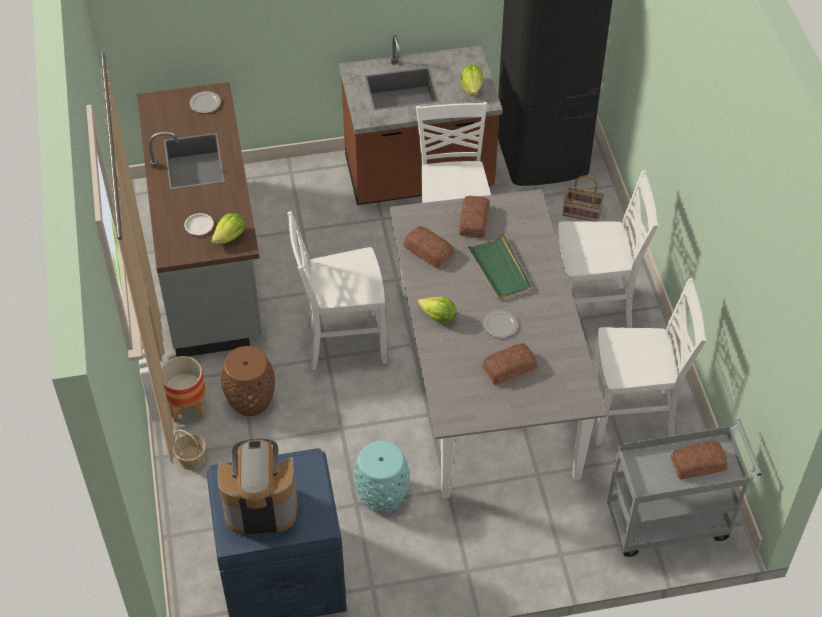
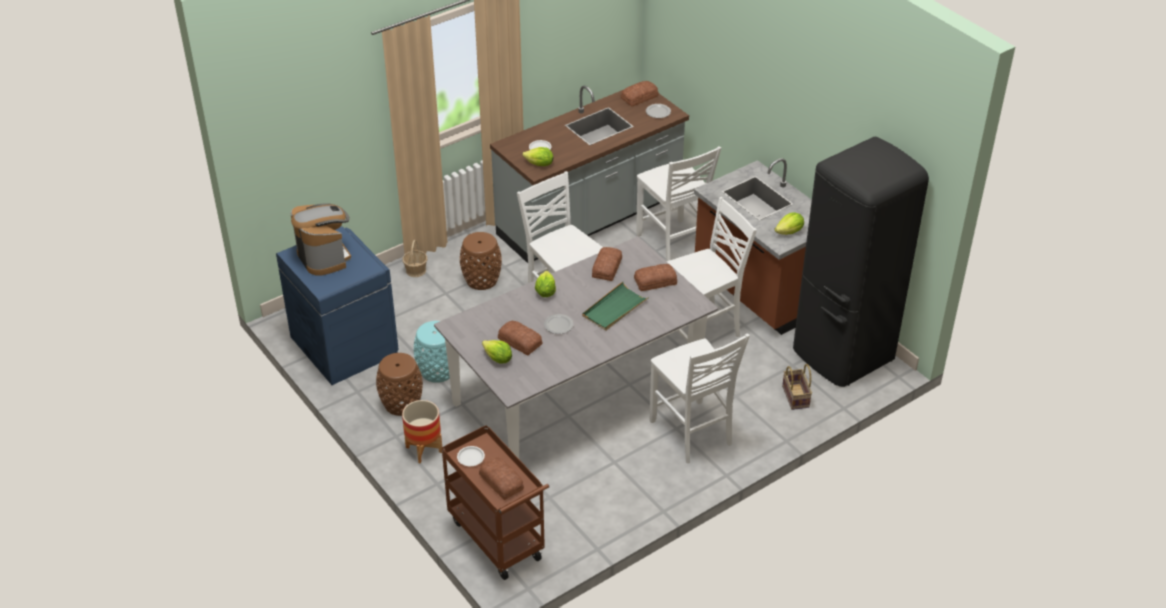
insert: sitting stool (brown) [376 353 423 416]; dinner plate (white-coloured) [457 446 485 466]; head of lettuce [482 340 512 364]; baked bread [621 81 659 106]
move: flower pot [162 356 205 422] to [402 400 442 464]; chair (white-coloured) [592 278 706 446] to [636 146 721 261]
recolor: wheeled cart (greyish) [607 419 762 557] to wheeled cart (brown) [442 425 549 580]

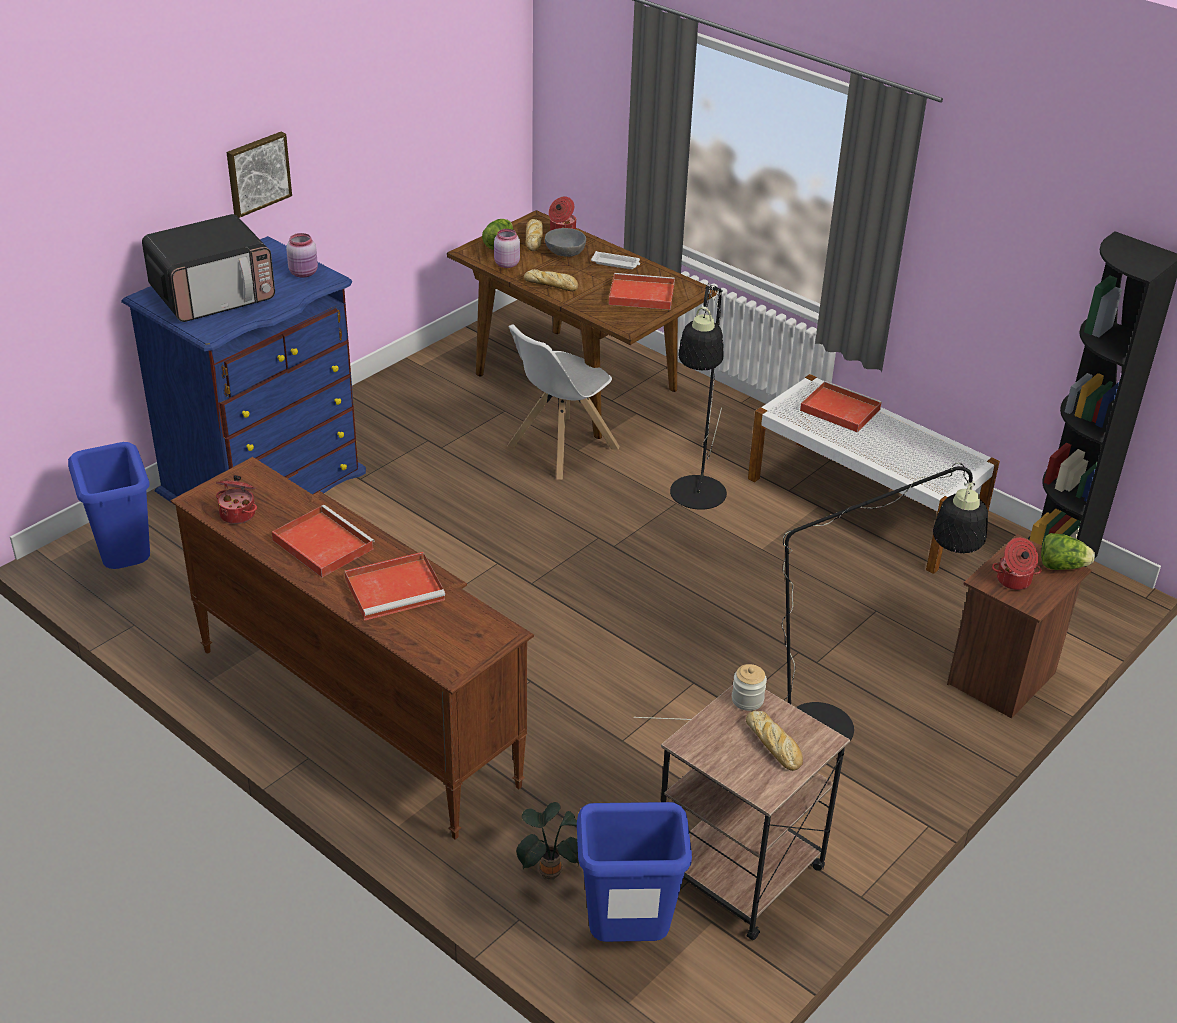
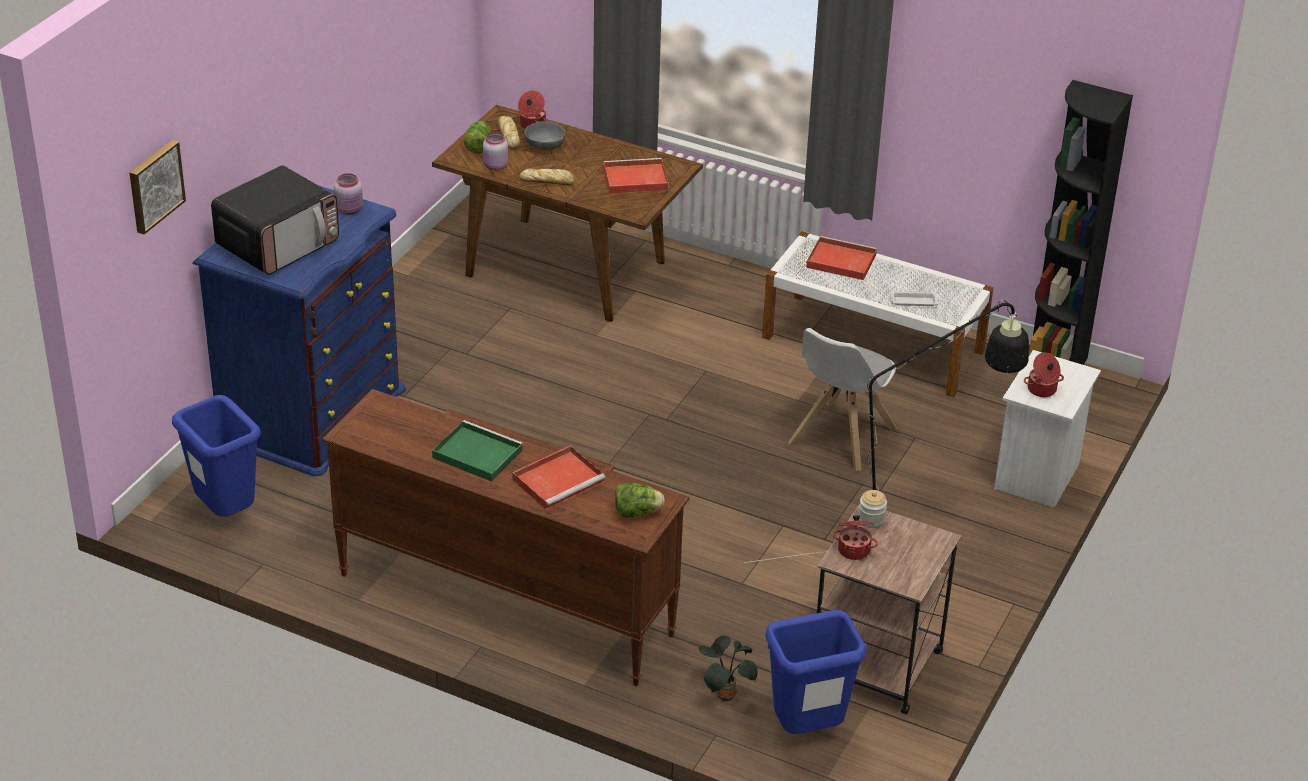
delete: standard lamp (blackish) [670 283 727 510]; baked bread [746 711 803 771]
move: saucepot [216 475 257 524] to [833 515 878 560]; wall art [227 132 292 218] to [130 140 186 234]; chair [507 324 619 479] to [788 328 897 472]; carrying tray (white-coloured) [591 251 640 269] to [890 291 940 306]; head of lettuce [1041 533 1095 570] to [615 483 665 518]
recolor: carrying tray (red) [272 505 375 578] to carrying tray (green-coloured) [432 420 524 482]; nightstand (brown) [947 534 1091 718] to nightstand (white-coloured) [994 350 1101 508]

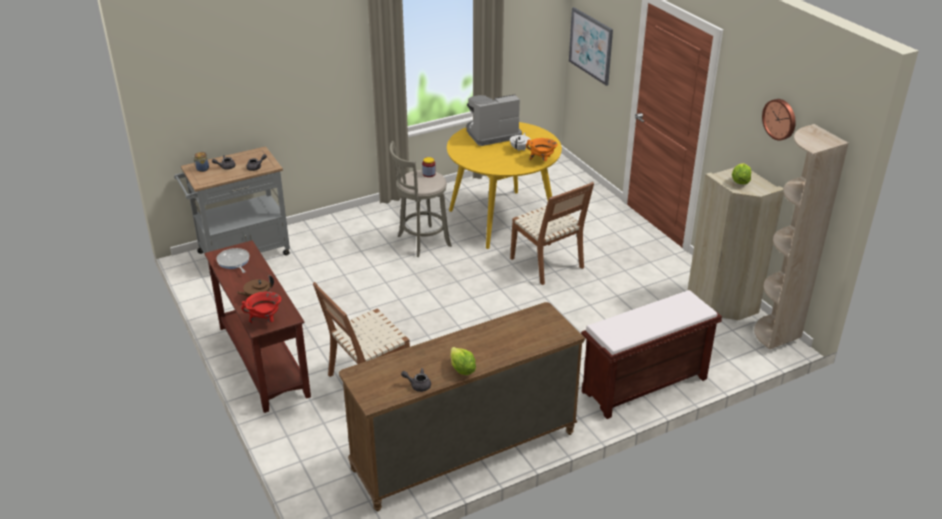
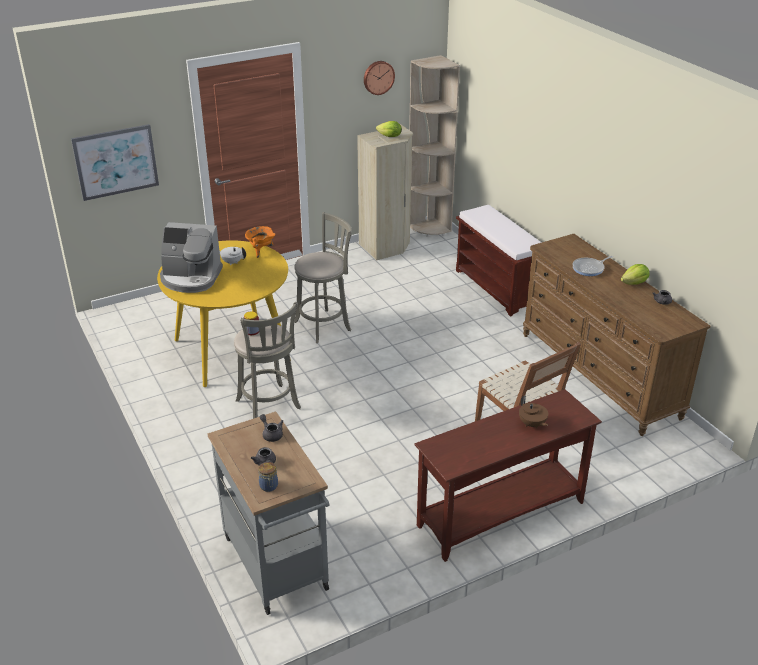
delete: saucepot (red) [241 291 281 324]
move: skillet [216 248 250 273] to [572 256 613 276]
replace: chair [510 182 594 285] to sitting stool (greyish) [294 212 352 343]
rotate: coffee machine [466 94 522 146] = [160 222 223 293] 60 degrees counterclockwise

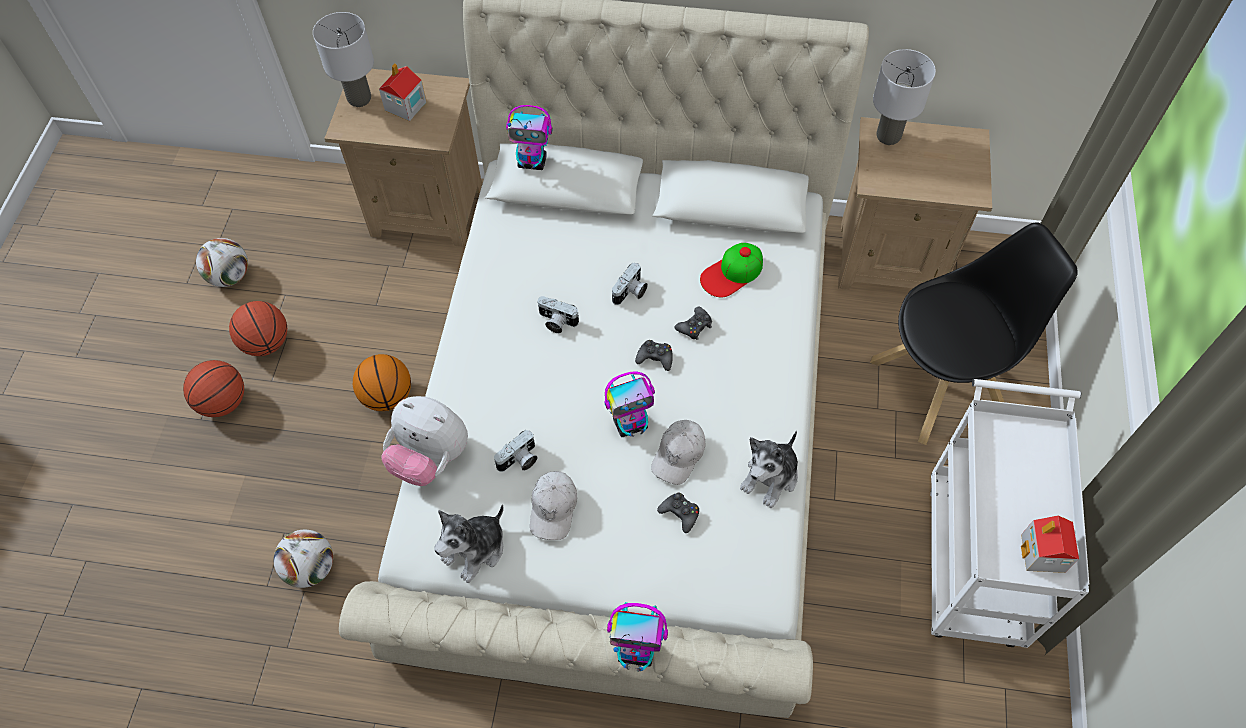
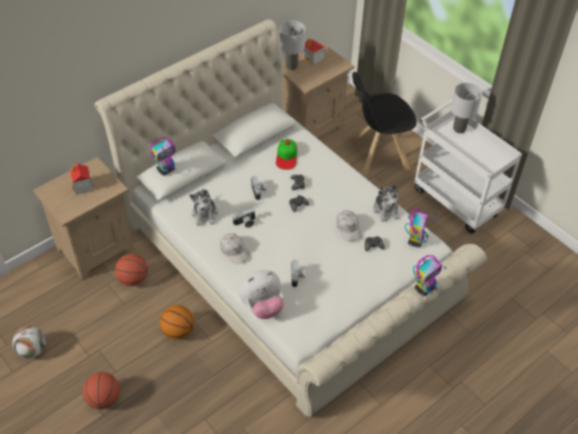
delete: football ball [274 530 333 588]
move: basketball ball [229 301 287 356] to [115 254 148 286]; tabletop lamp (white-coloured) [313 12 374 107] to [451 83 482 133]; cuddly toy [434 505 504 583] to [190 188 218 226]; cap (white-coloured) [530 471 577 540] to [220 233 250 264]; robot figure [604 371 655 437] to [405 209 438 248]; miniature house [1021 515 1079 573] to [302 38 325 66]
rotate: chair (blackish) [870 222 1078 445] = [351 72 416 176] 120 degrees counterclockwise

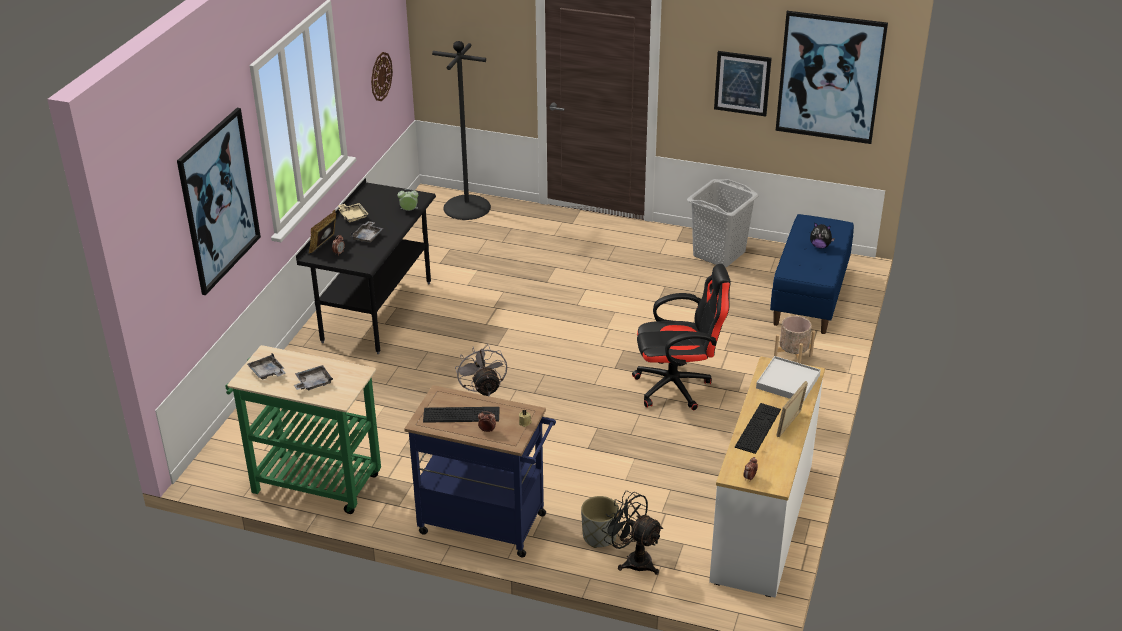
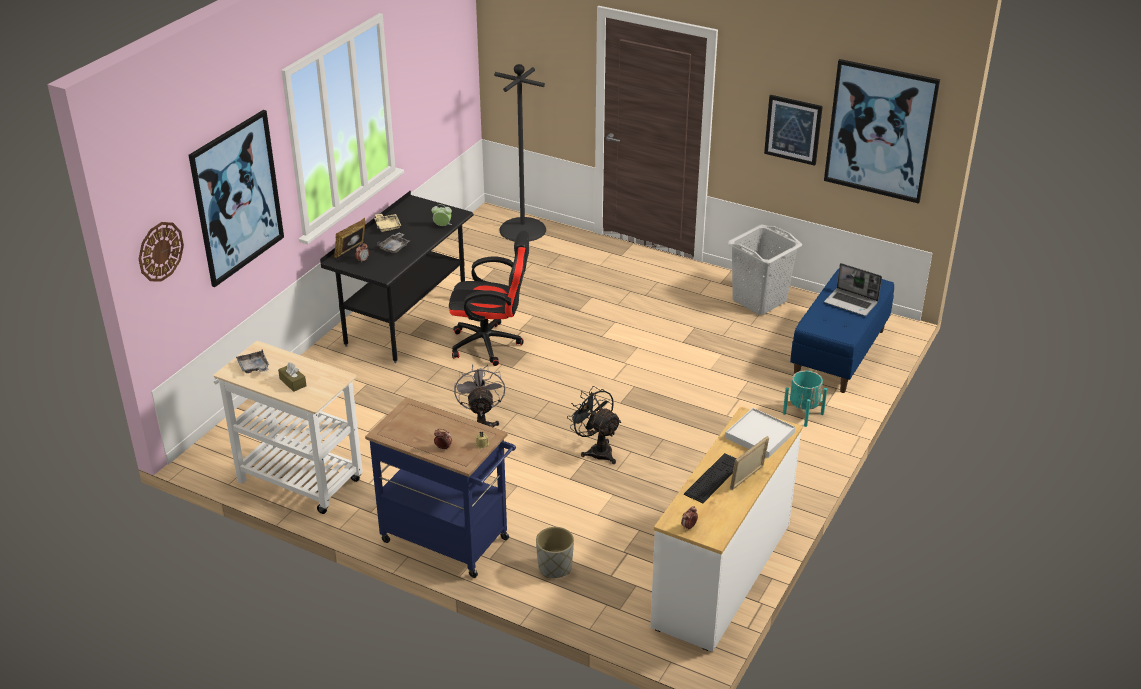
delete: computer keyboard [423 407 500 423]
move: clock on the wall [371 52 393 101] to [139 222 184 282]; cooling fan (blackish) [602 491 663 575] to [567 386 621 464]; desk chair (blackish) [632 264 731 410] to [449 231 529 366]
replace: carrying tray (greyish) [294 365 333 390] to tissue box (brown) [278 362 307 392]; cuddly toy [810 223 835 249] to portable computer [824 263 882 316]
recolor: wheeled cart (green-coloured) [225 345 381 514] to wheeled cart (white-coloured) [214 341 363 514]; flower pot (sand-coloured) [774 316 815 364] to flower pot (turquoise) [783 371 827 427]

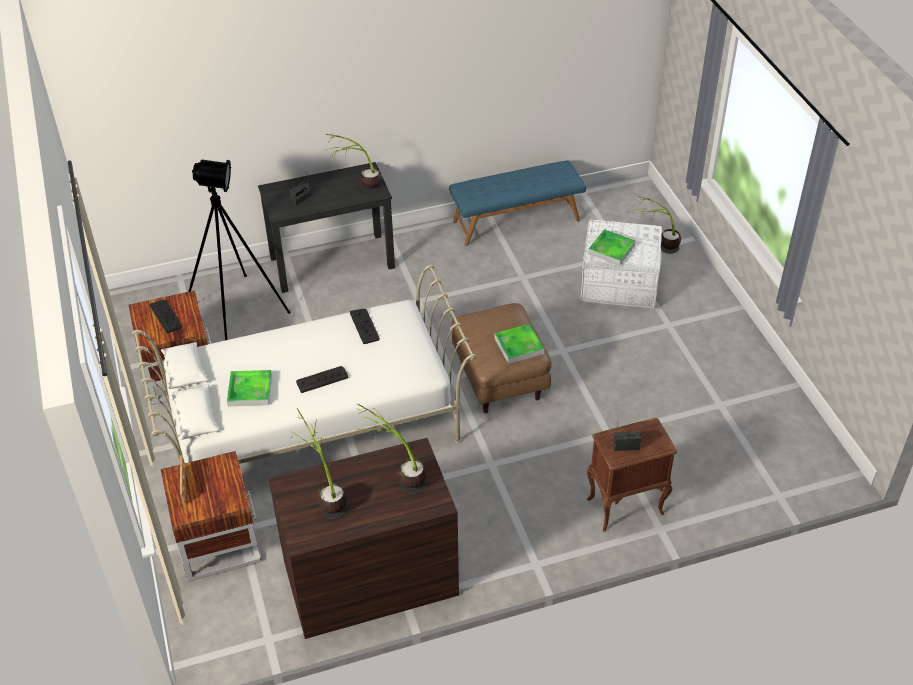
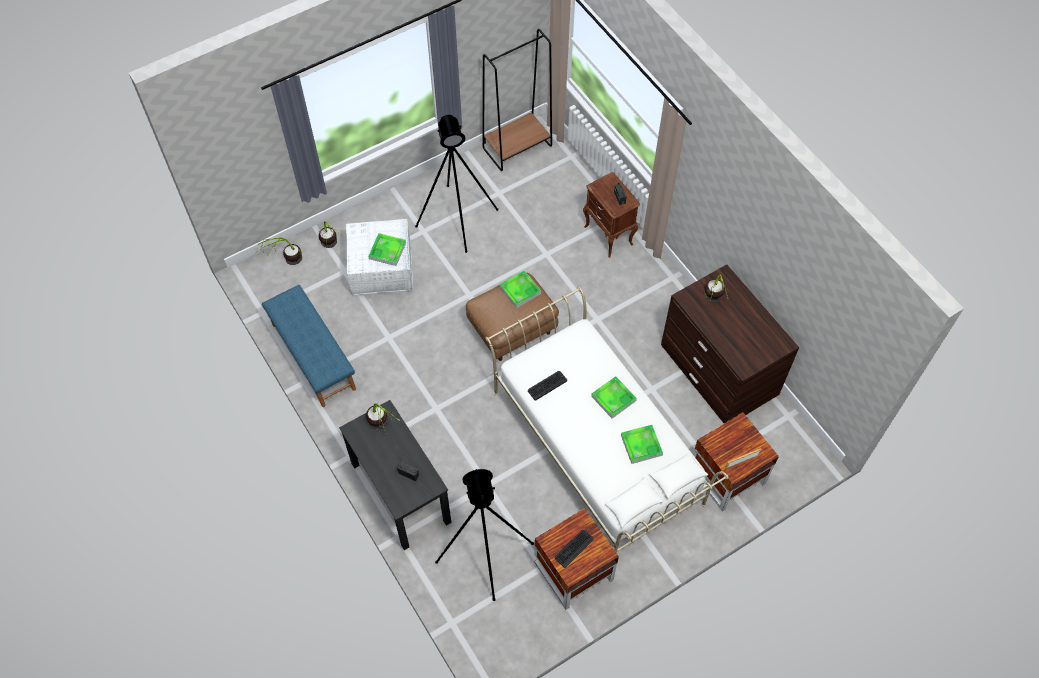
insert: standard lamp (blackish) [415 115 498 253]; garment stand [482 29 552 171]
move: houseplant [290 408 347 519] to [257 237 302 265]
replace: computer keyboard [296 366 348 393] to carrying tray [591 376 637 419]

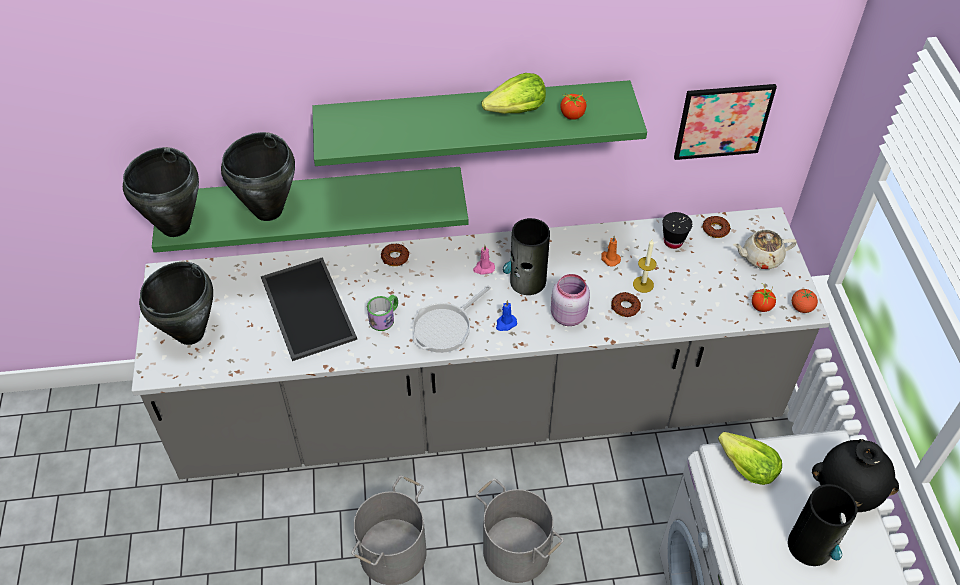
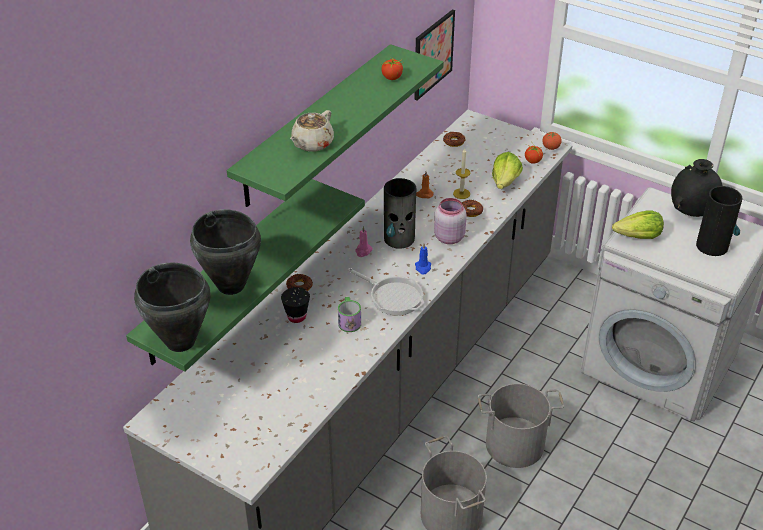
delete: saucepot (blackish) [139 262 213 345]; carrying tray [261 257 357 361]
move: head of lettuce [482 73 546 114] to [492 152 523 189]; cup (blackish) [663 212 693 249] to [281 287 310 323]; teapot (sand-coloured) [733 230 797 269] to [290 110 334 152]
rotate: skillet [412 286 491 353] = [348 268 424 316] 45 degrees counterclockwise

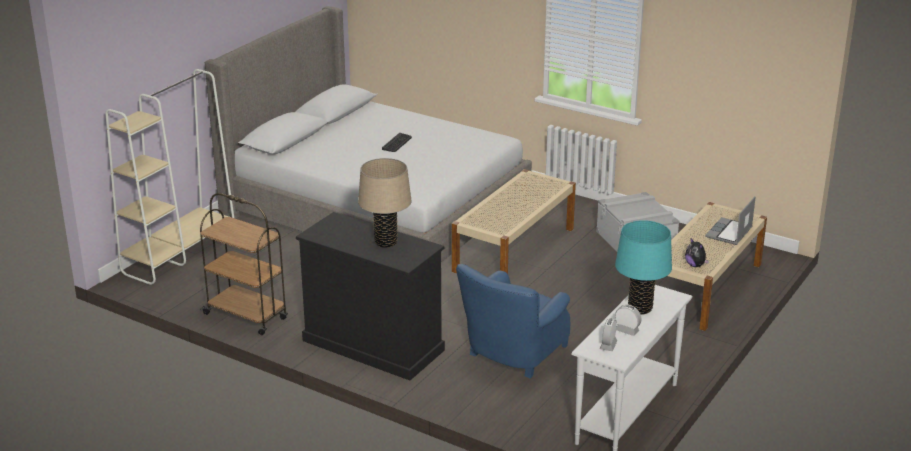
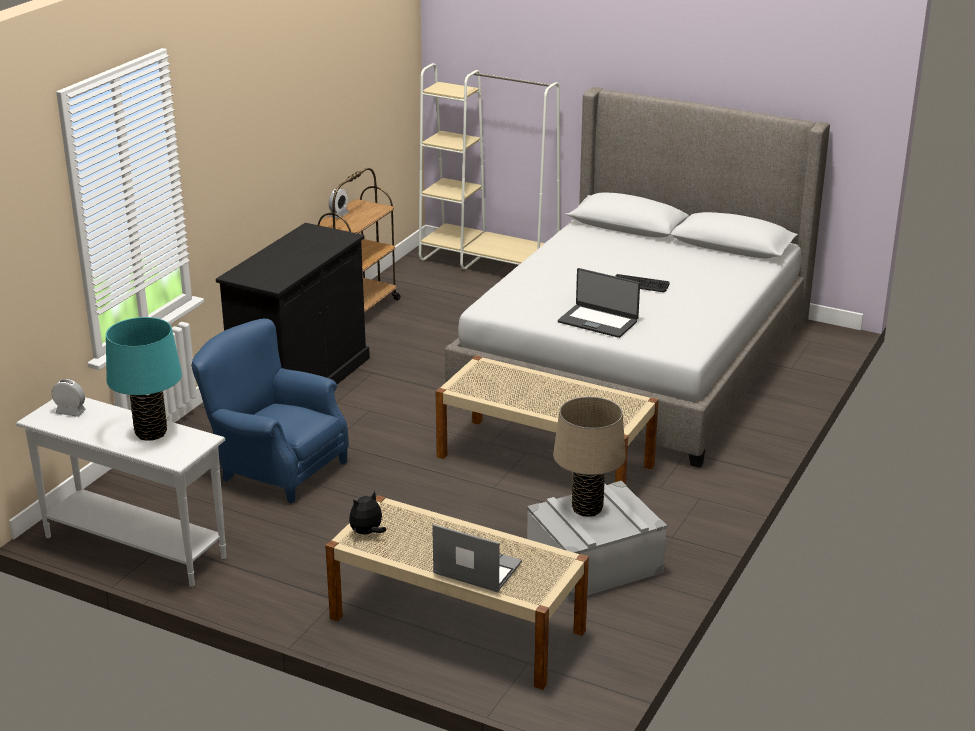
insert: portable computer [558 268 640 338]
move: tabletop lamp (sand-coloured) [358 158 411 248] to [553 397 626 517]; bedside clock [615 304 641 336] to [329 188 349 219]

